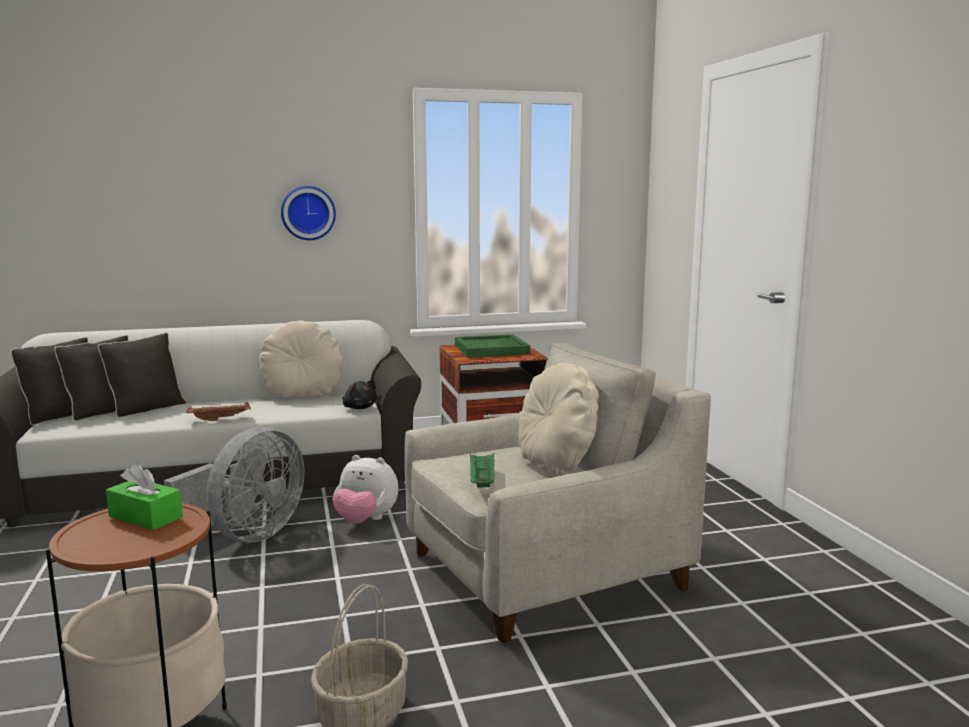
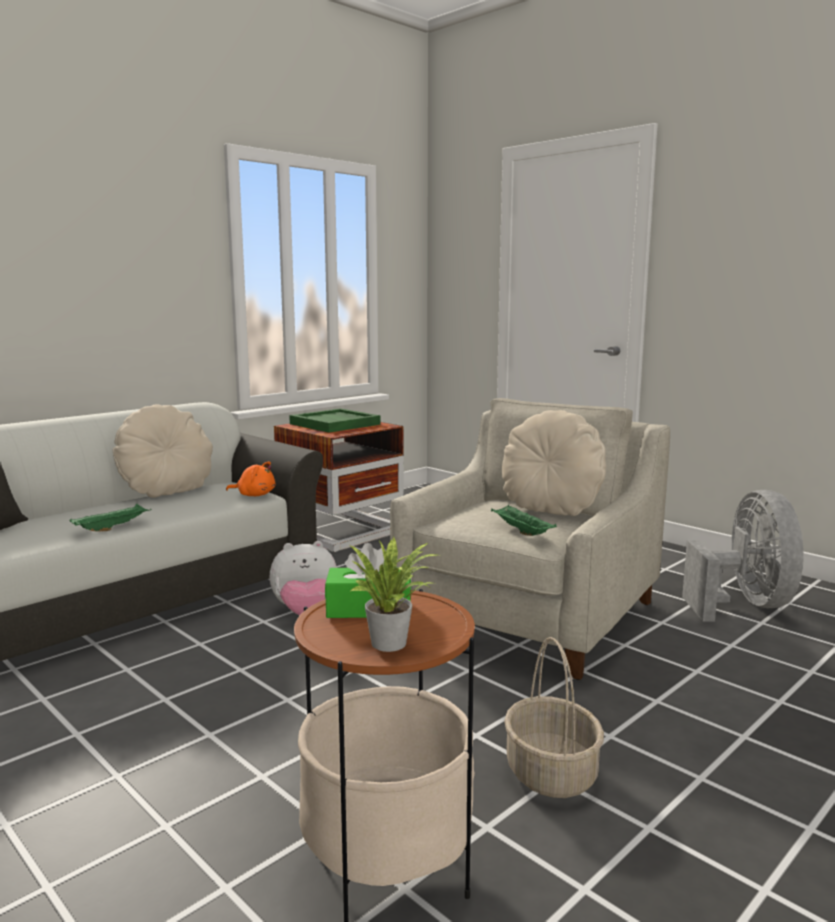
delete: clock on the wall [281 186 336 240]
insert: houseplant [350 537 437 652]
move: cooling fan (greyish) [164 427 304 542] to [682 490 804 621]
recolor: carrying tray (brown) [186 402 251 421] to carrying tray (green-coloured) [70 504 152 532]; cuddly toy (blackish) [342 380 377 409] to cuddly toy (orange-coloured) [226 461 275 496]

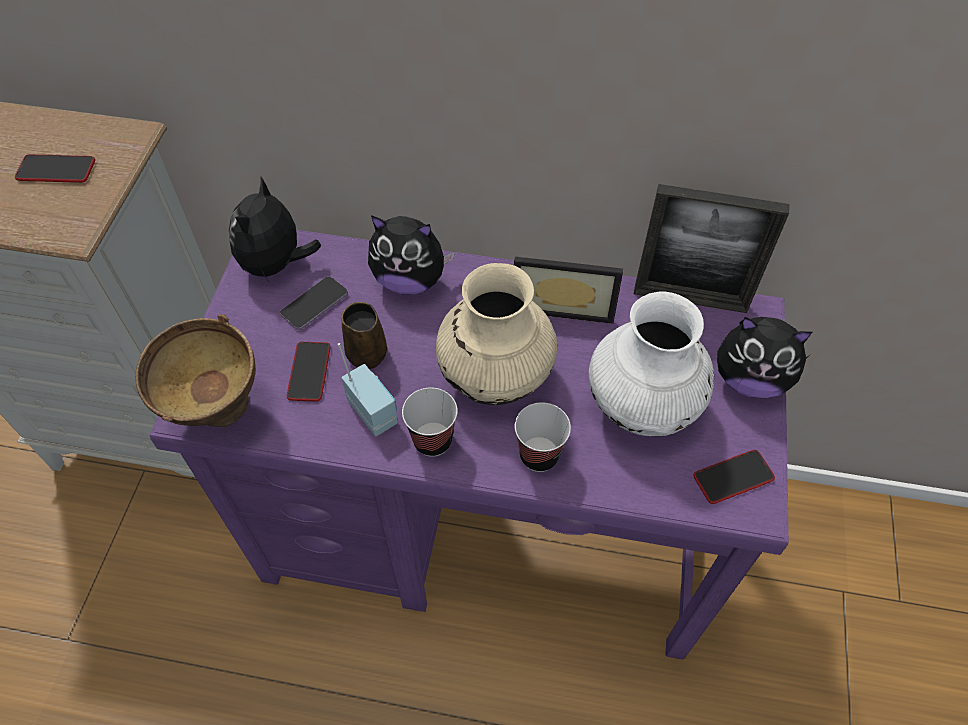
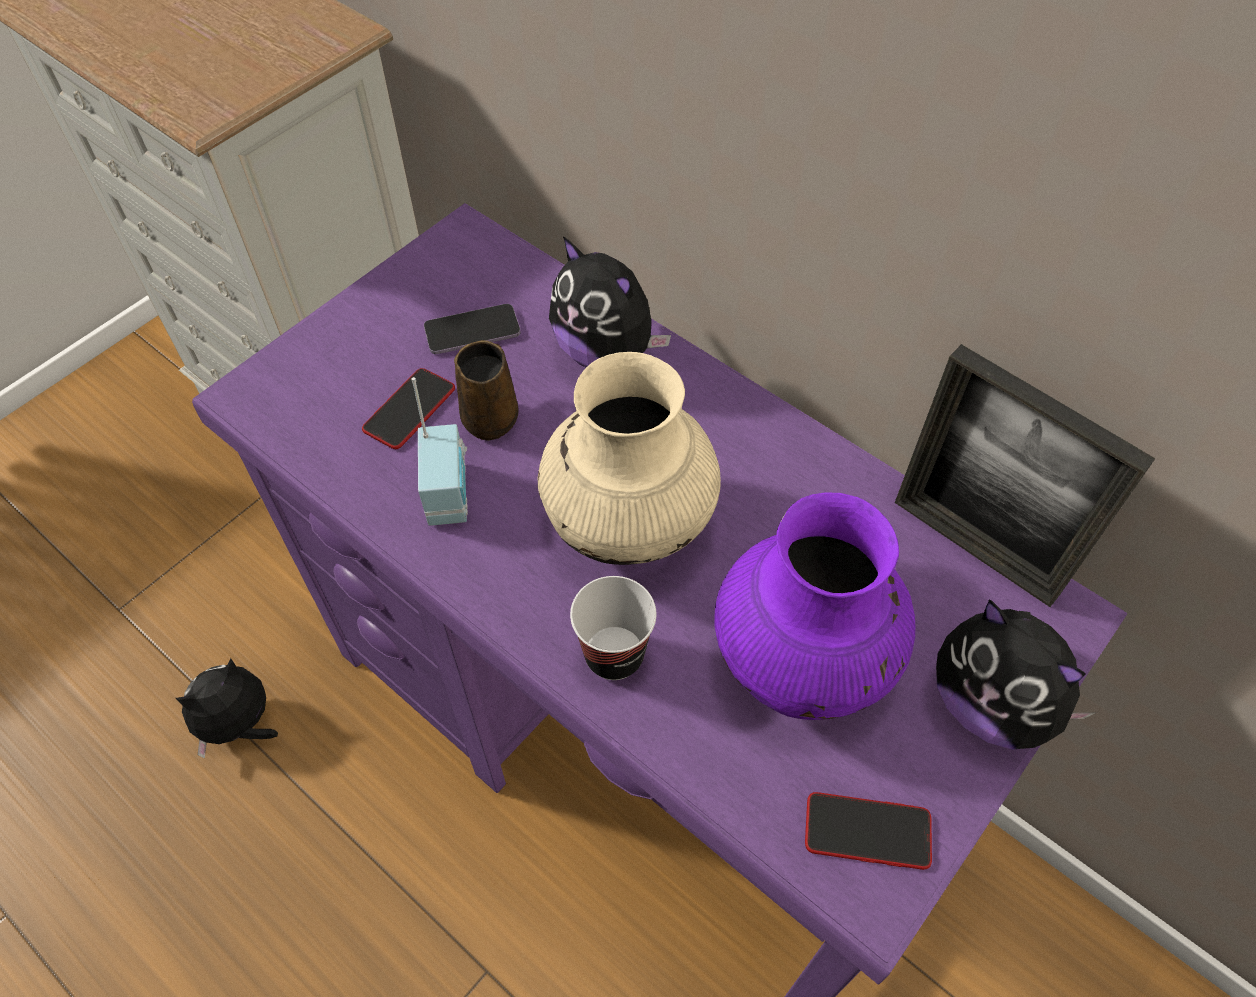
delete: phone [15 154 95 183]; deep dish (brown) [135 315 256 427]; cup [402 388 458 457]; photo frame [514 256 623 324]
move: cuddly toy [229 177 322 285] to [176 658 278 758]
recolor: flower vase (white-coloured) [589 291 714 436] to flower vase (purple-coloured) [714 492 915 720]

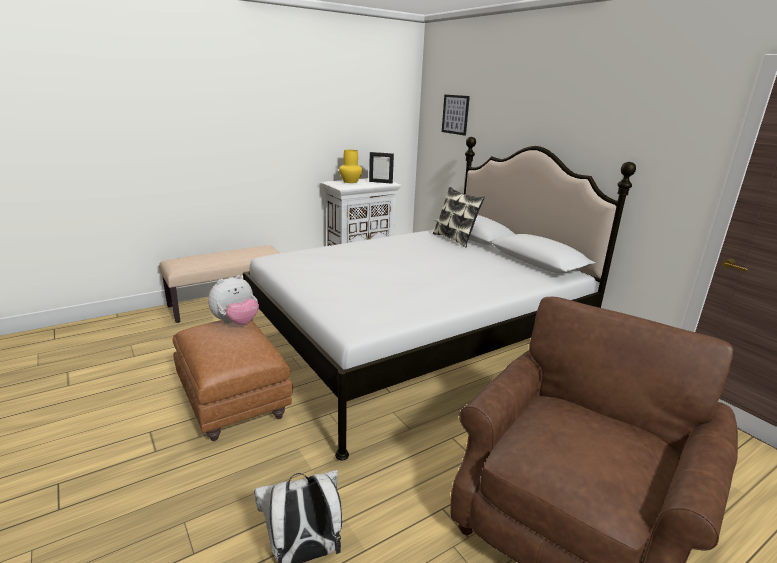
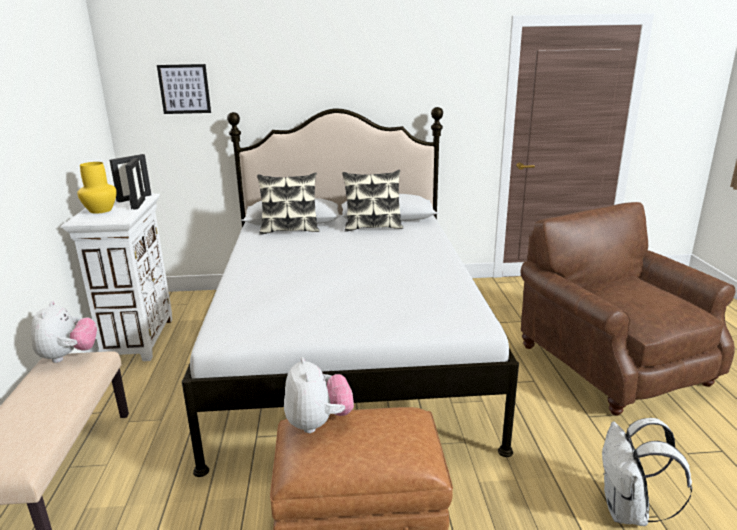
insert: cuddly toy [31 301 97 363]; photo frame [125 158 145 210]; pillow [342 170 403 231]

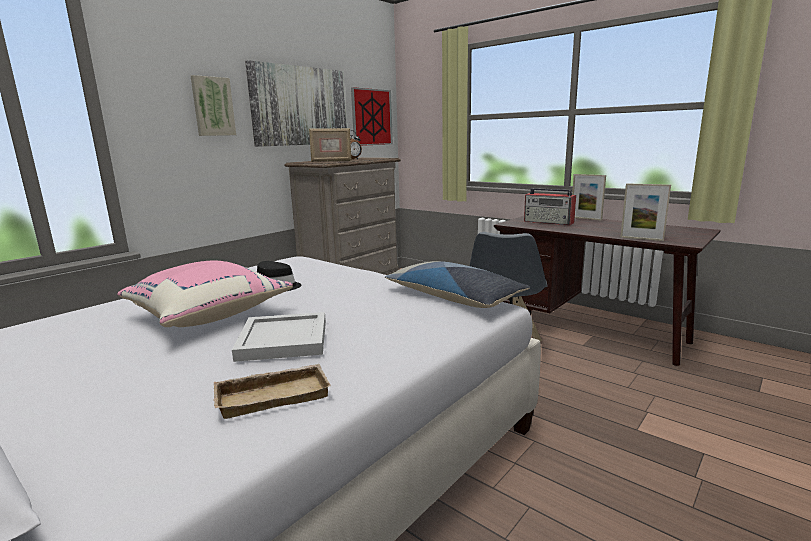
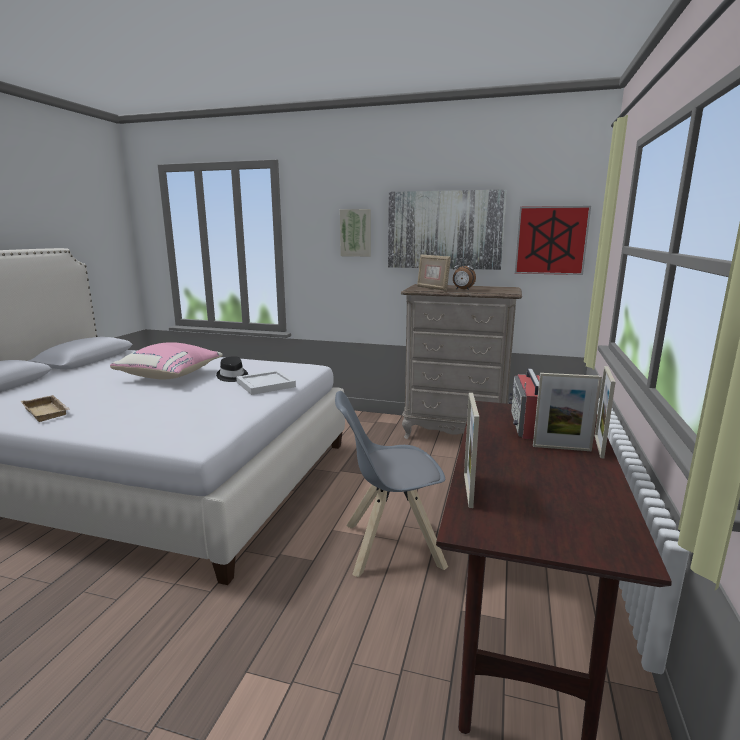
delete: pillow [385 261 530 308]
insert: photo frame [533 373 602 451]
move: carrying tray (white-coloured) [232 312 326 362] to [236 370 296 395]

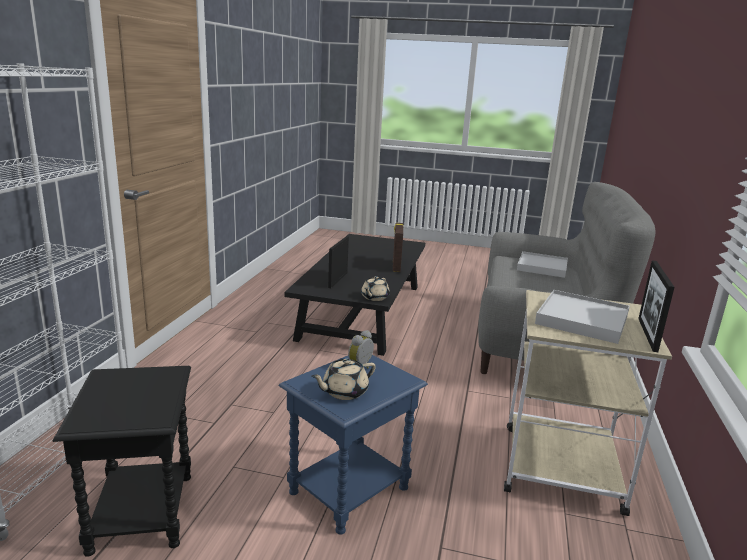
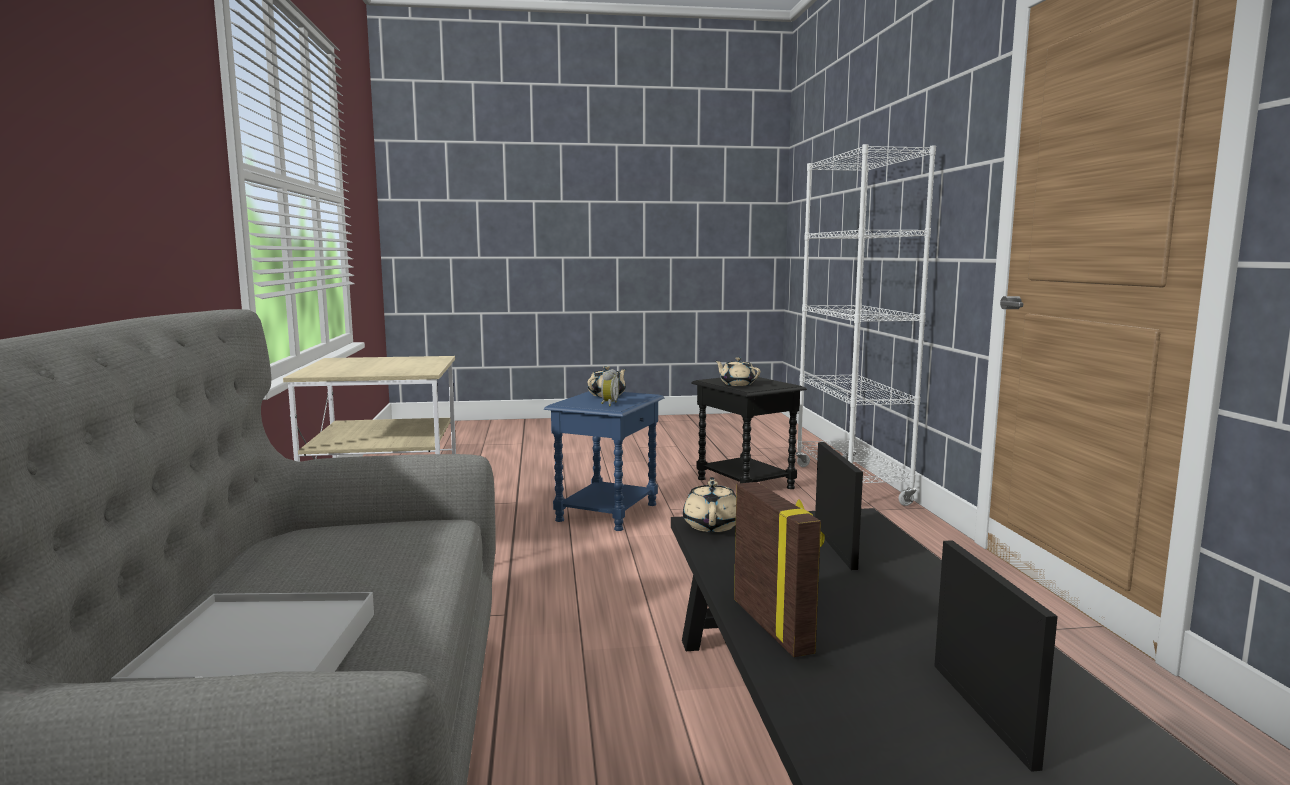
delete: carrying tray (white-coloured) [535 290 630 344]
insert: teapot (sand-coloured) [716 357 760 386]
move: photo frame [638 260 674 352] to [934 540 1058 772]

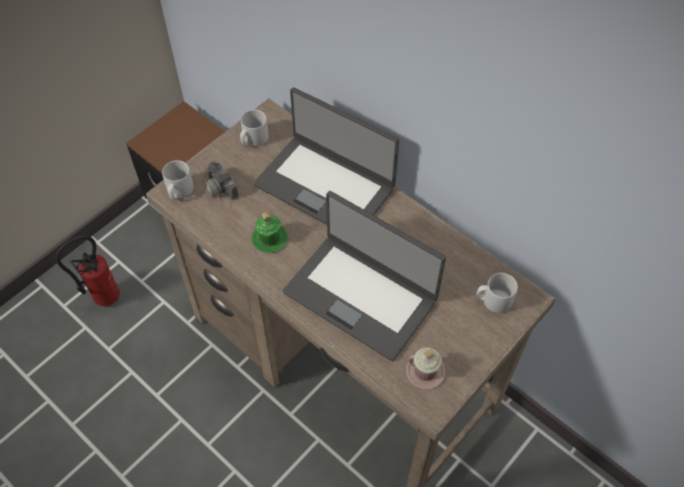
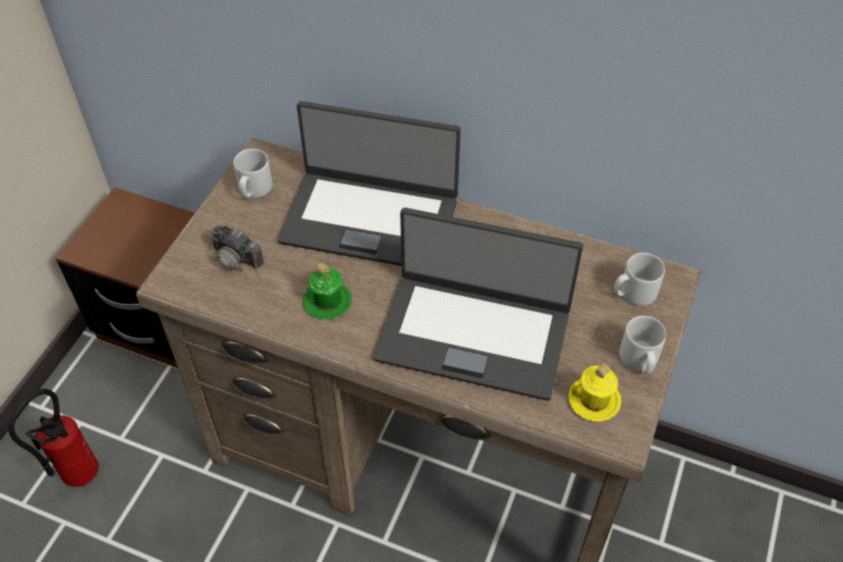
move: coffee mug (greyish) [162 160 194 200] to [619 316 666 374]
recolor: coffee mug (pink-coloured) [406 347 446 389] to coffee mug (yellowish) [568 363 621 422]

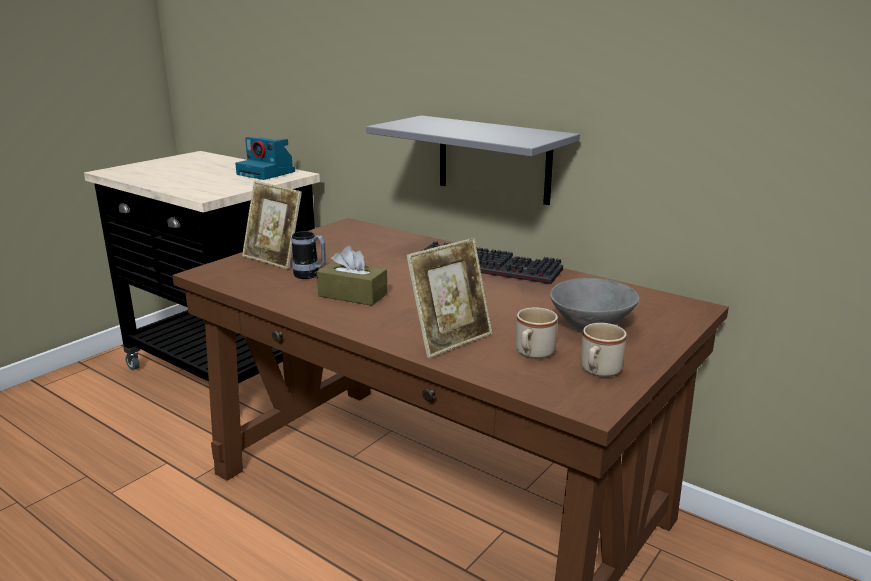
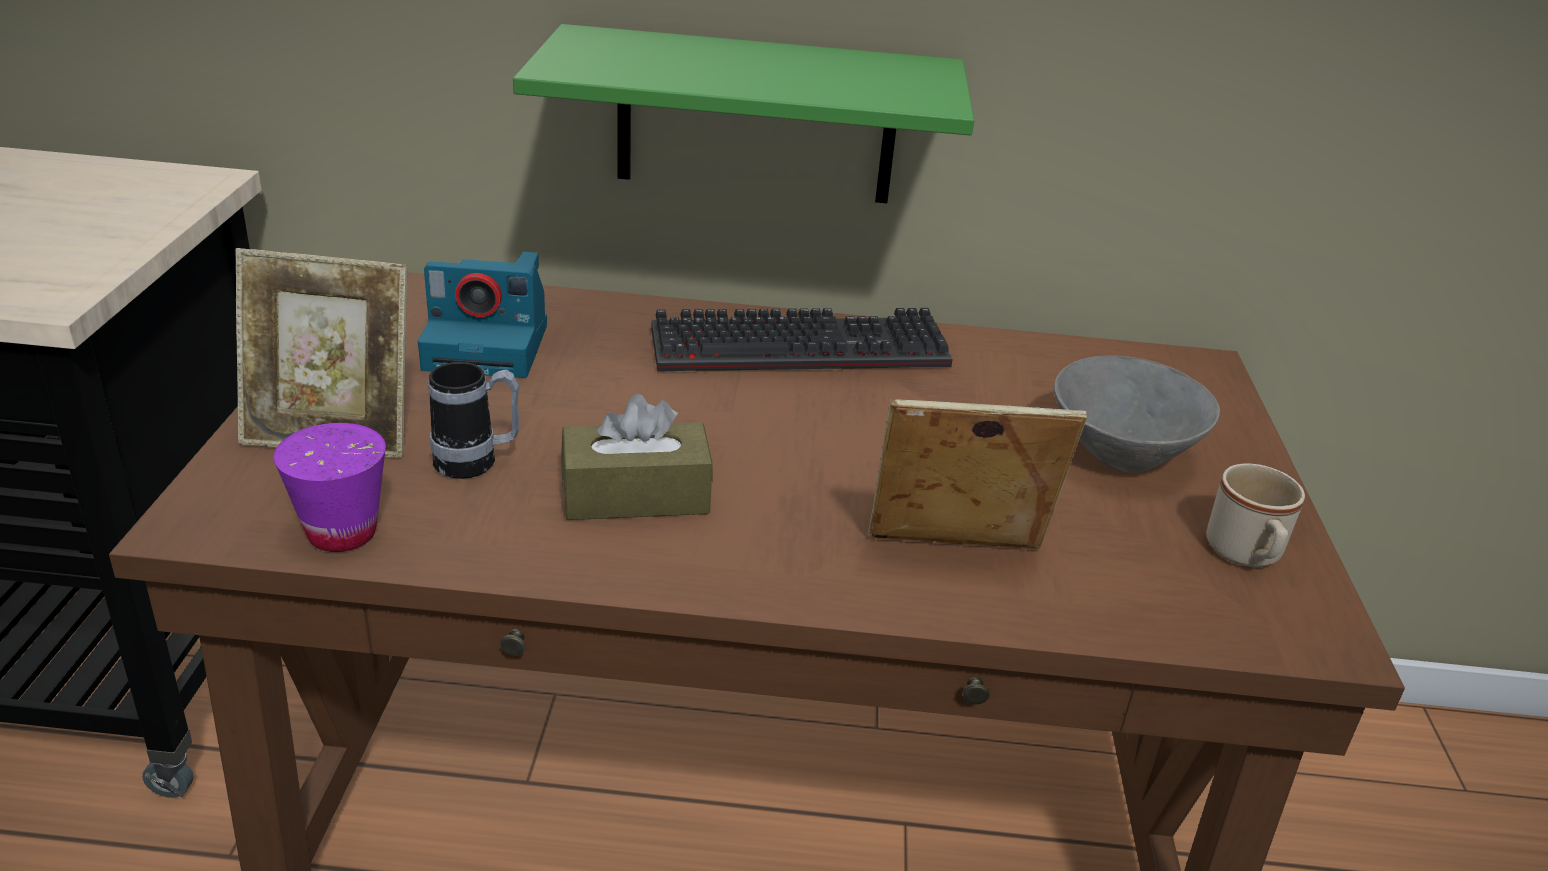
delete: coffee mug (sand-coloured) [516 307 558 359]
insert: cup (purple-coloured) [273 423 386 552]
move: photo camera [235 137 295 180] to [418 252 547 378]
recolor: bracket shelf (greyish) [366 115 580 205] to bracket shelf (green-coloured) [513 24 974 203]
rotate: photo frame [406 238 493 358] = [868 399 1087 549] 105 degrees counterclockwise

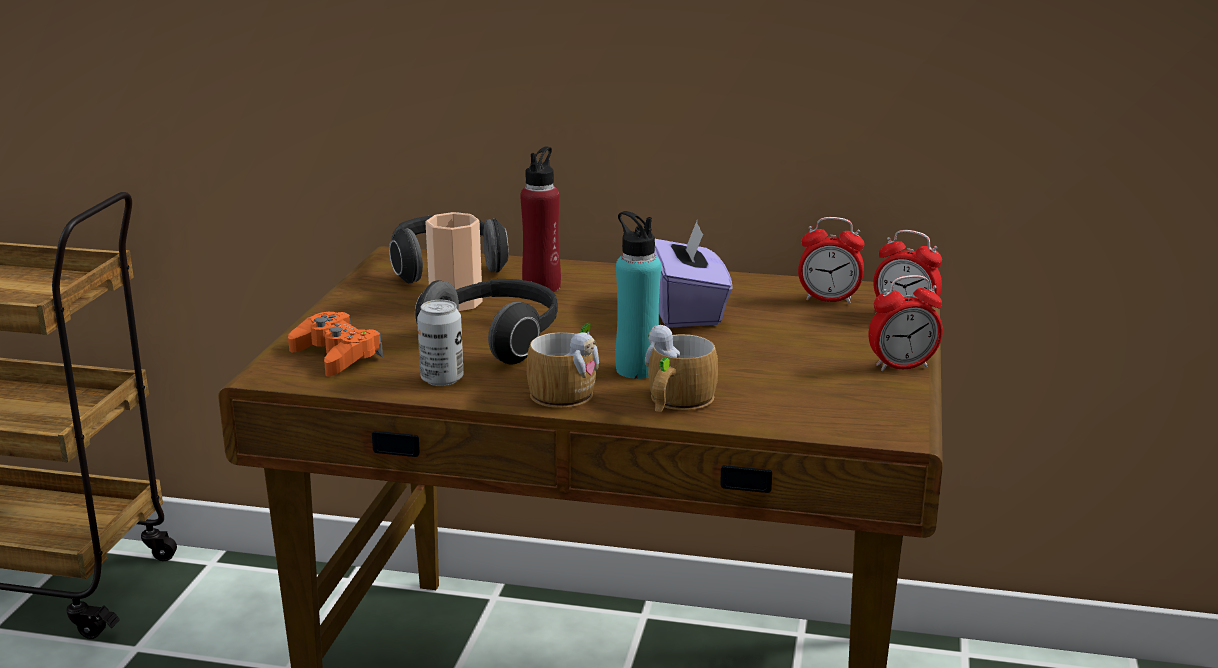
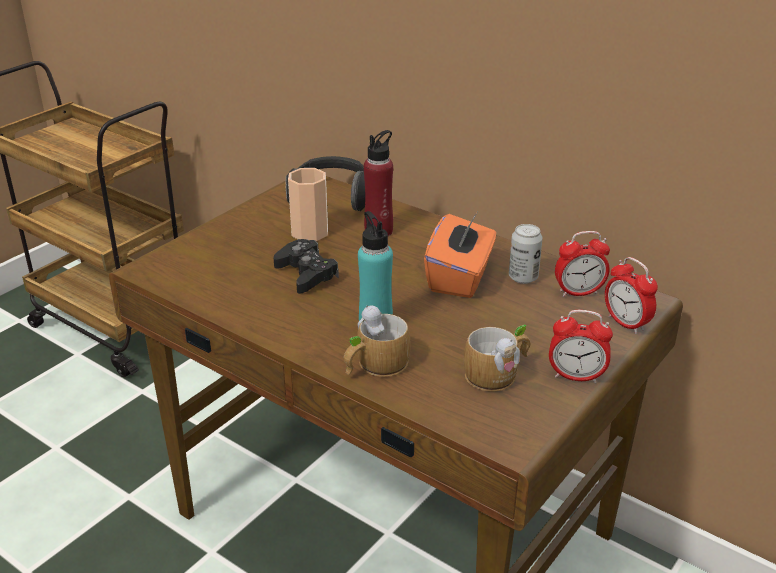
delete: joypad (orange-coloured) [288 312 383 377]
move: sealed can [417 300 463 386] to [509 224 543 284]; coffee mug [527 323 599 408] to [464 324 531 392]
replace: pair of headphones [415 279 558 365] to joypad (blackish) [274 239 339 294]
recolor: tissue box (purple-coloured) [654 221 732 328] to tissue box (orange-coloured) [424 213 496 298]
rotate: bedside clock [798 217 865 304] = [555 231 610 297] 45 degrees counterclockwise

